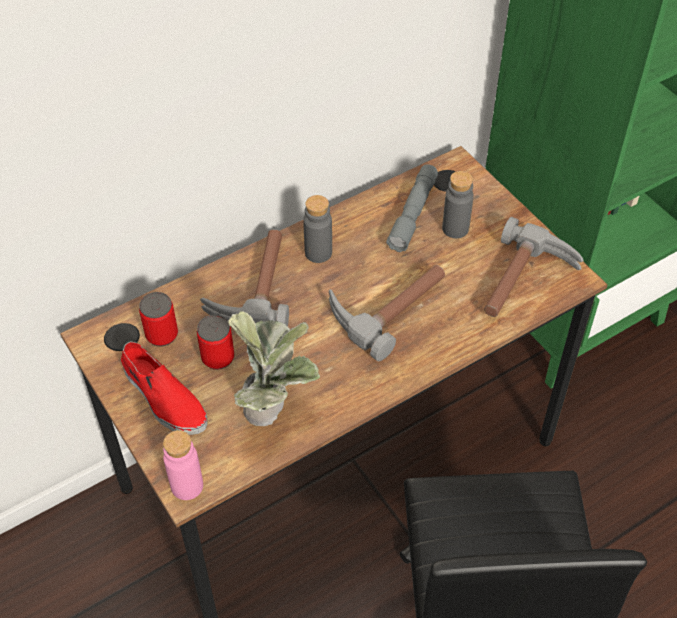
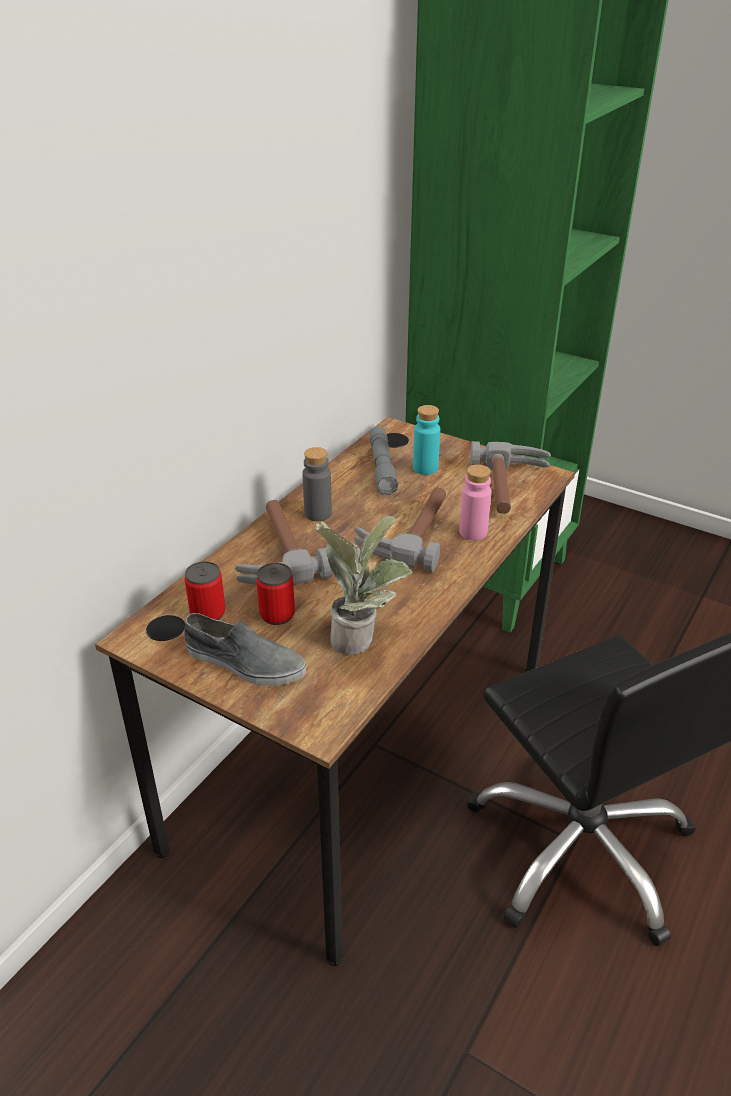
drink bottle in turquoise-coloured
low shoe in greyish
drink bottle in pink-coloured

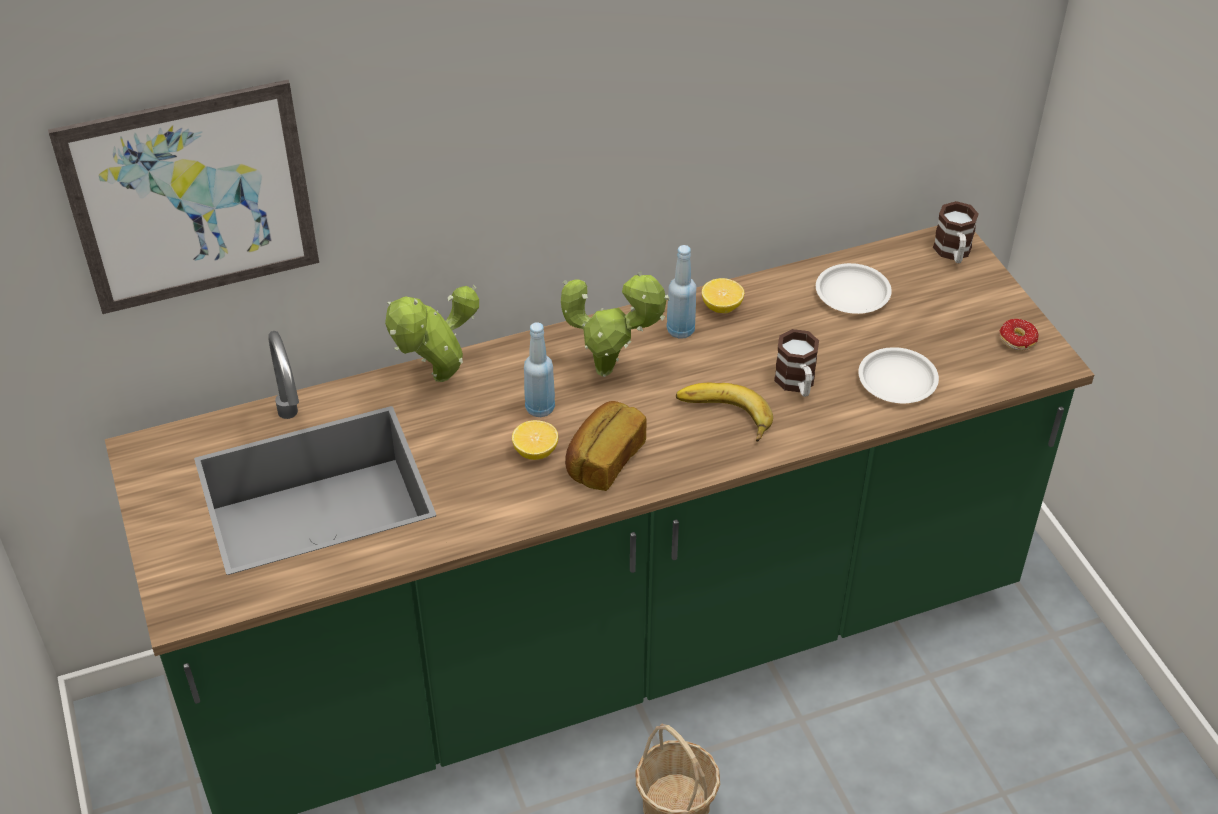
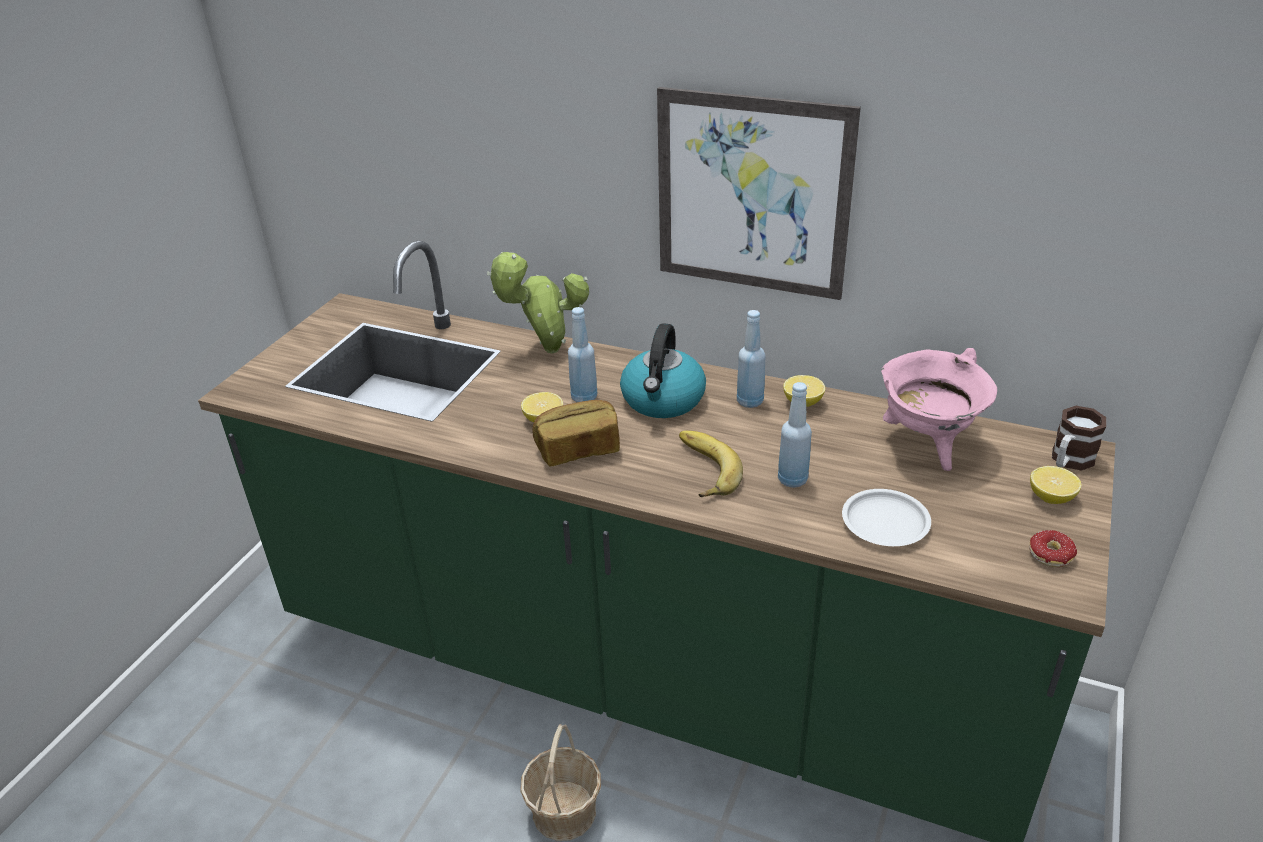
wall picture
saucepot in pink-coloured
tea kettle
drink bottle in blue-coloured (no. 3 from left)
whole lemon (no. 3 from left)

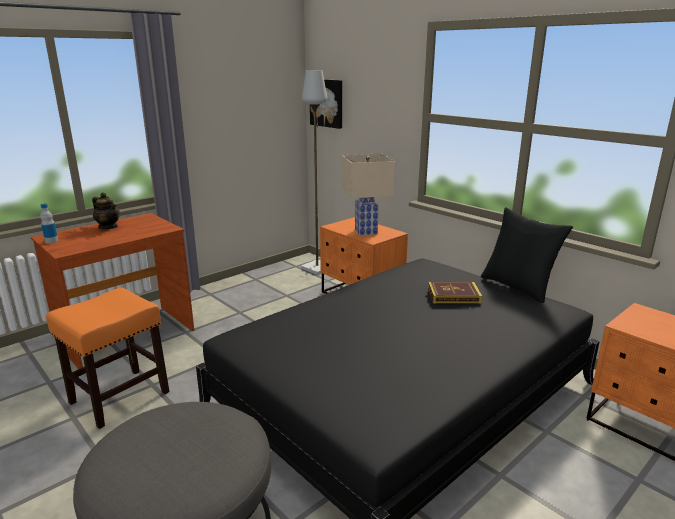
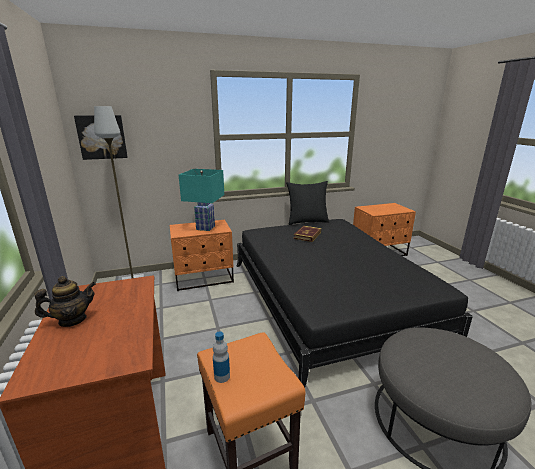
tabletop lamp in turquoise-coloured
drink bottle

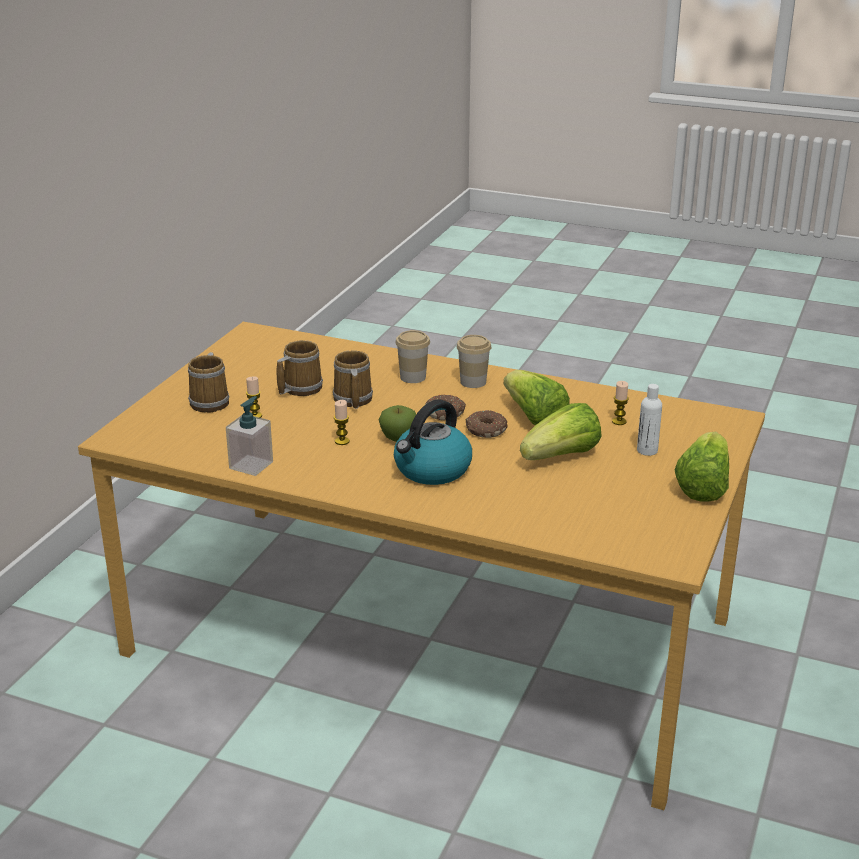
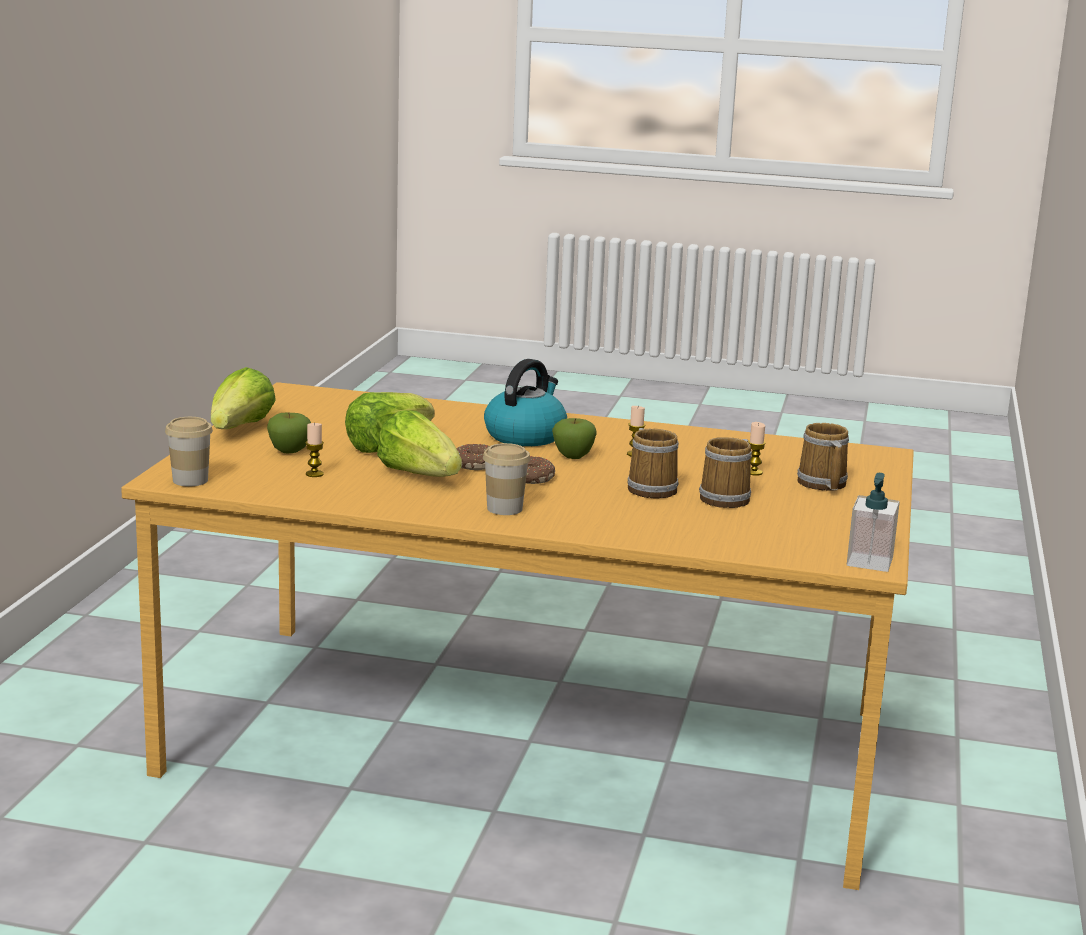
small cup (no. 1 from left)
apple (no. 1 from left)
soap dispenser

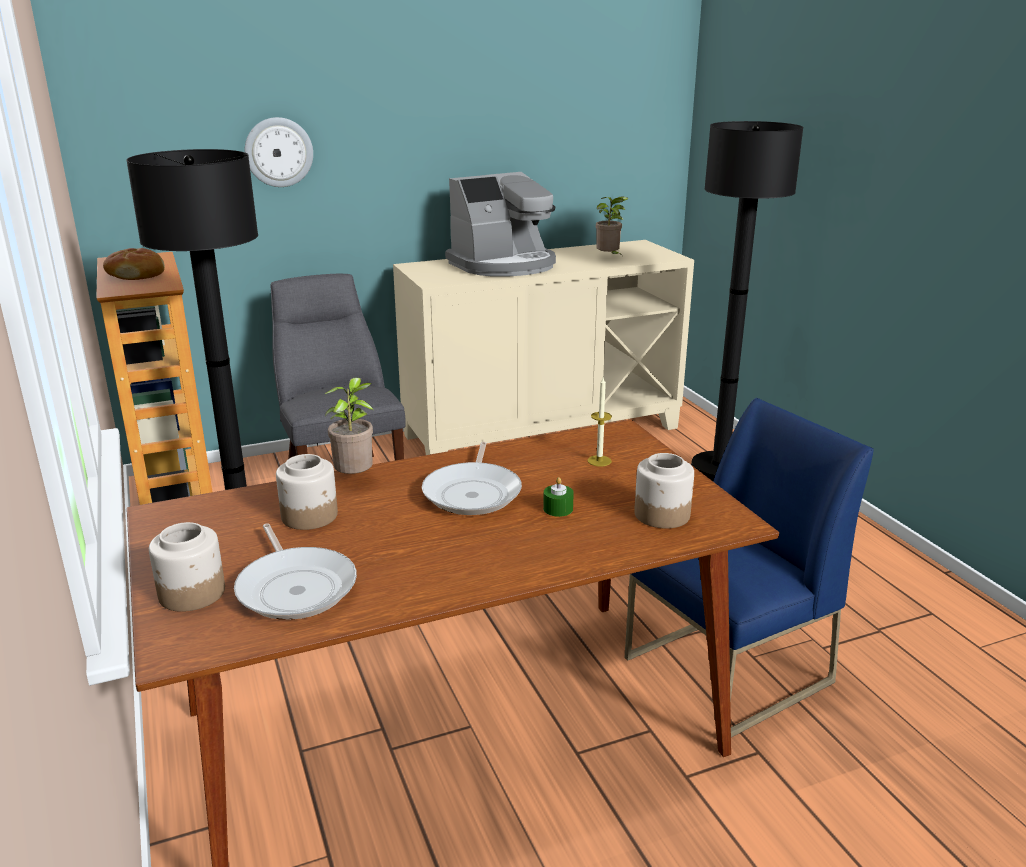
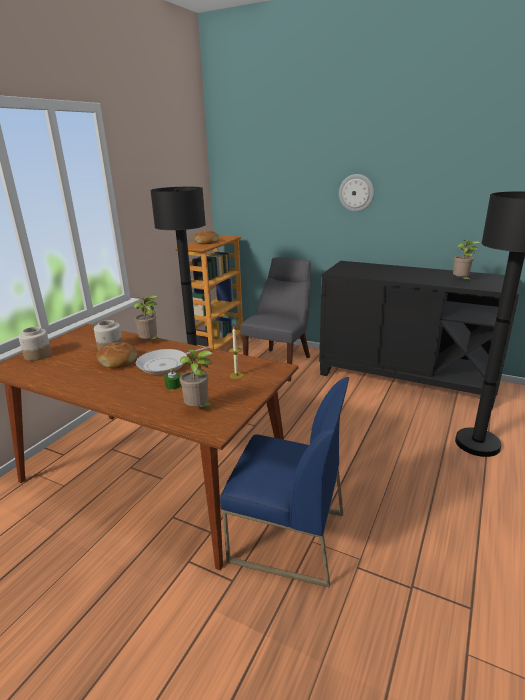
hanging clock
coffee maker
cabinet in blackish
plant in a pot (no. 2 from left)
pan (no. 1 from left in the first image)
bakery bread (no. 1 from left)

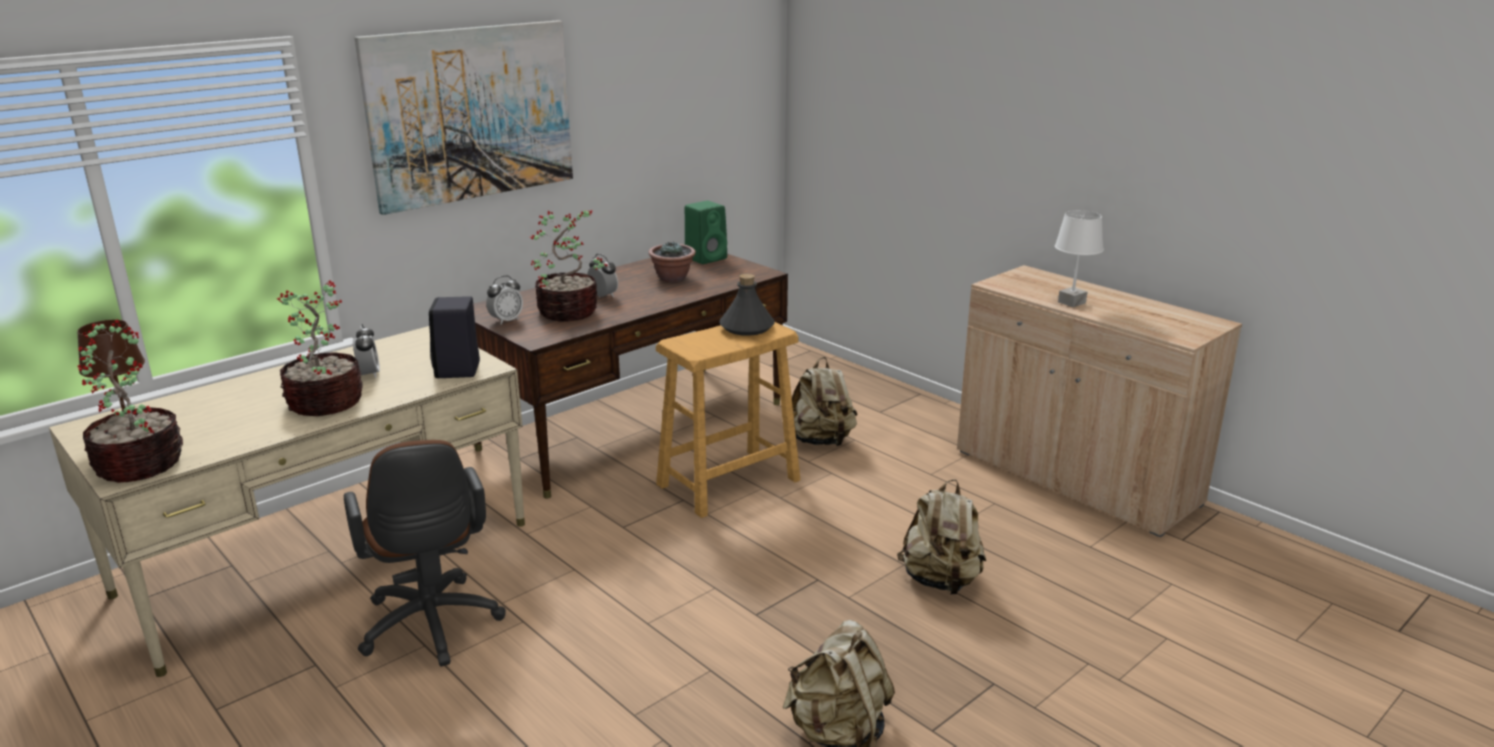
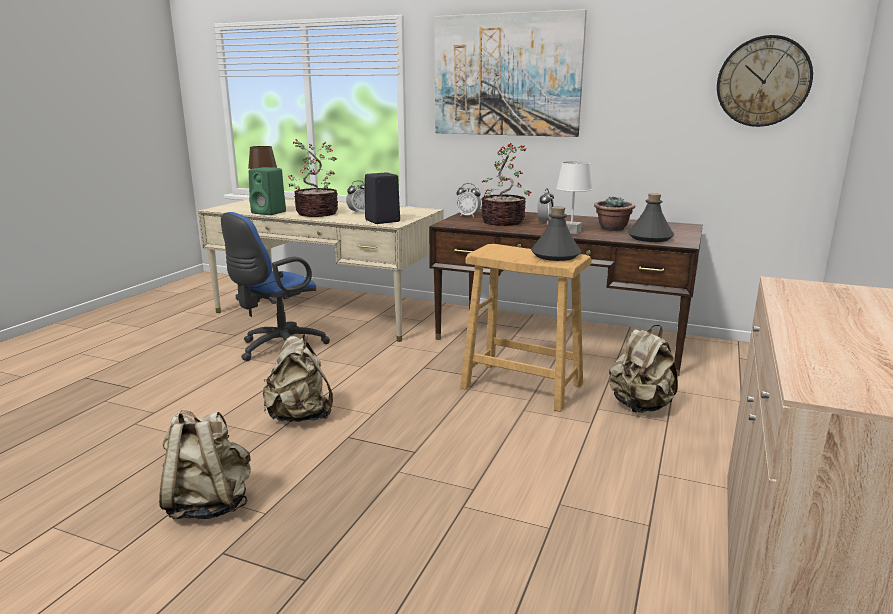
audio speaker in green
tabletop lamp in whitish
plant in a pot (no. 1 from left in the first image)
computer chair in blue-coloured
rucksack in beige (no. 2 from left)
hanging clock
drink bottle in greyish (no. 2 from left)

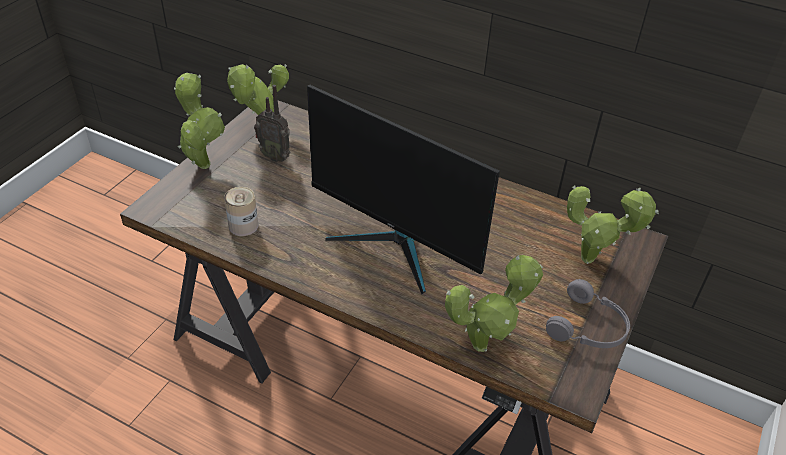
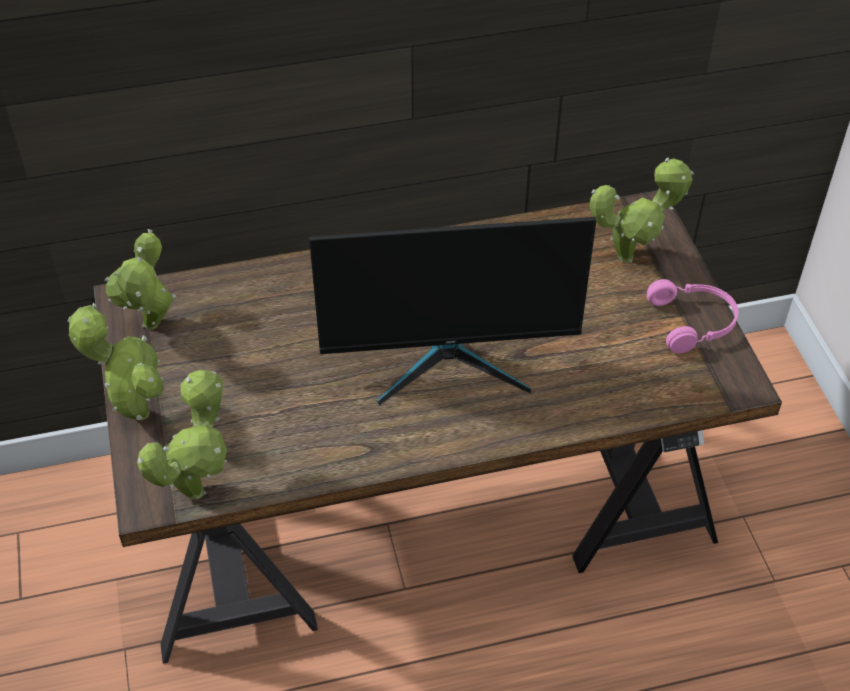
radio receiver
can
plant in a pot (no. 3 from left)
headphones in pink-coloured

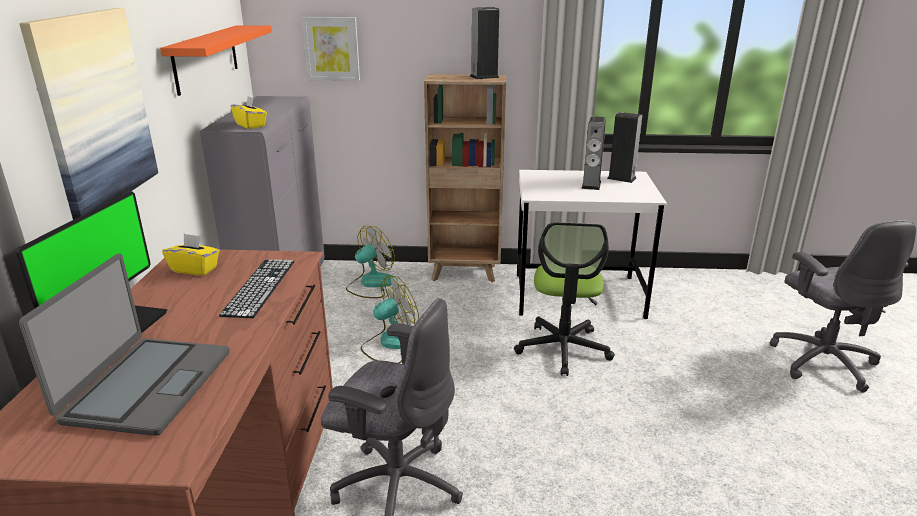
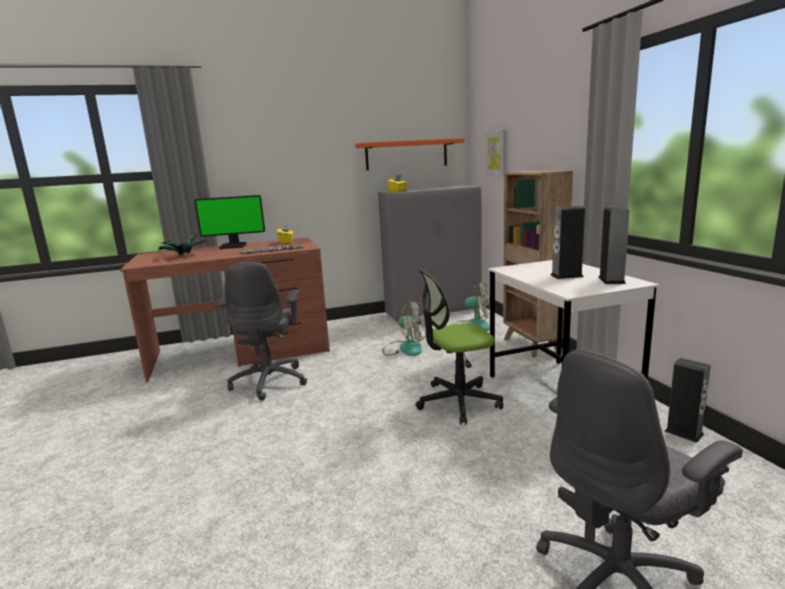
audio speaker (no. 3 from left)
wall picture (no. 1 from left in the first image)
plant in a pot

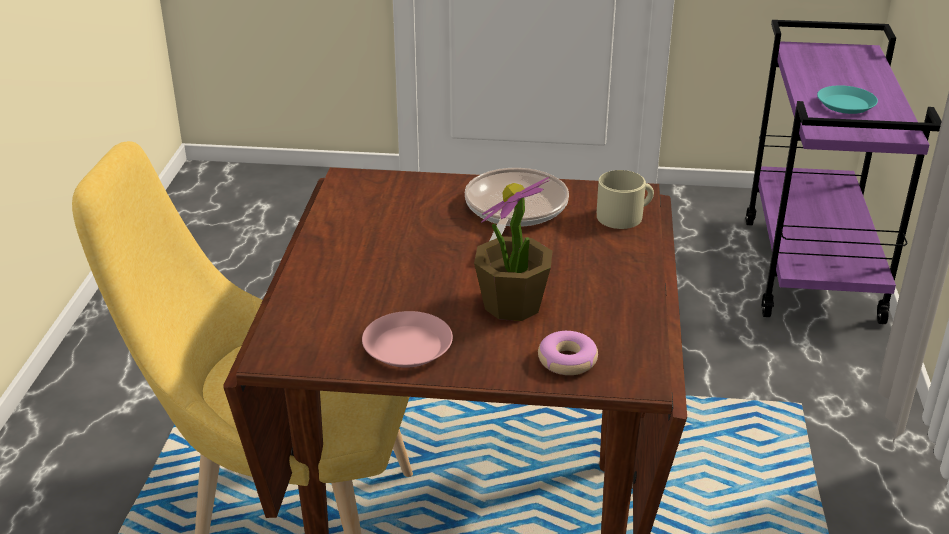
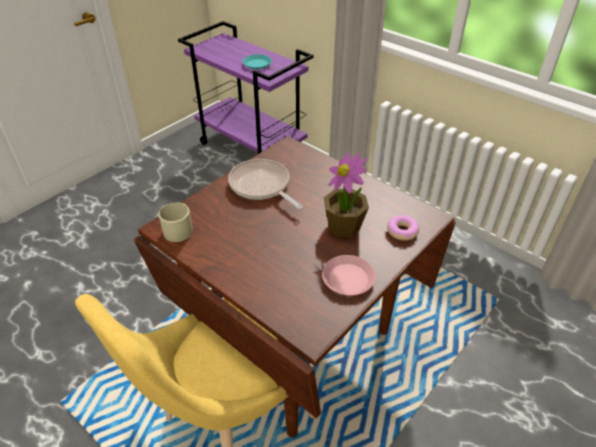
mug in beige

